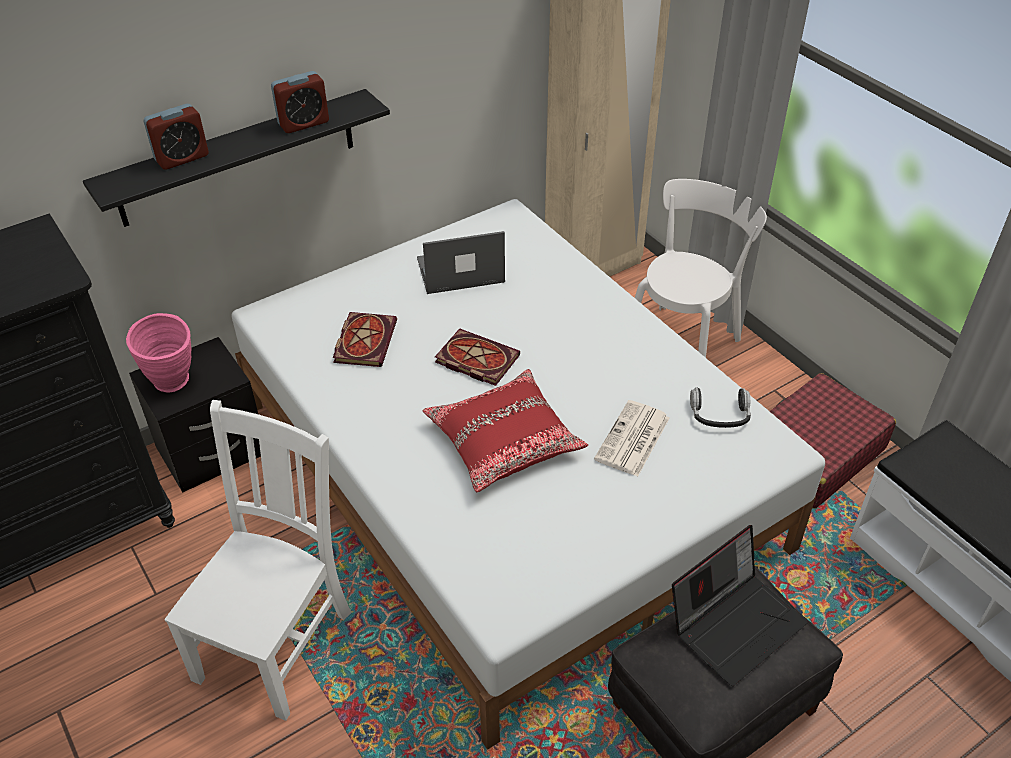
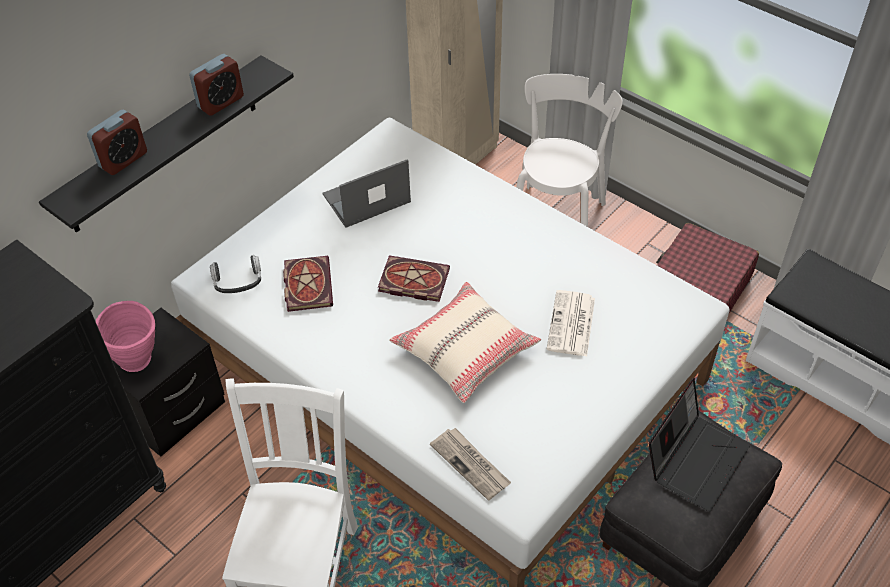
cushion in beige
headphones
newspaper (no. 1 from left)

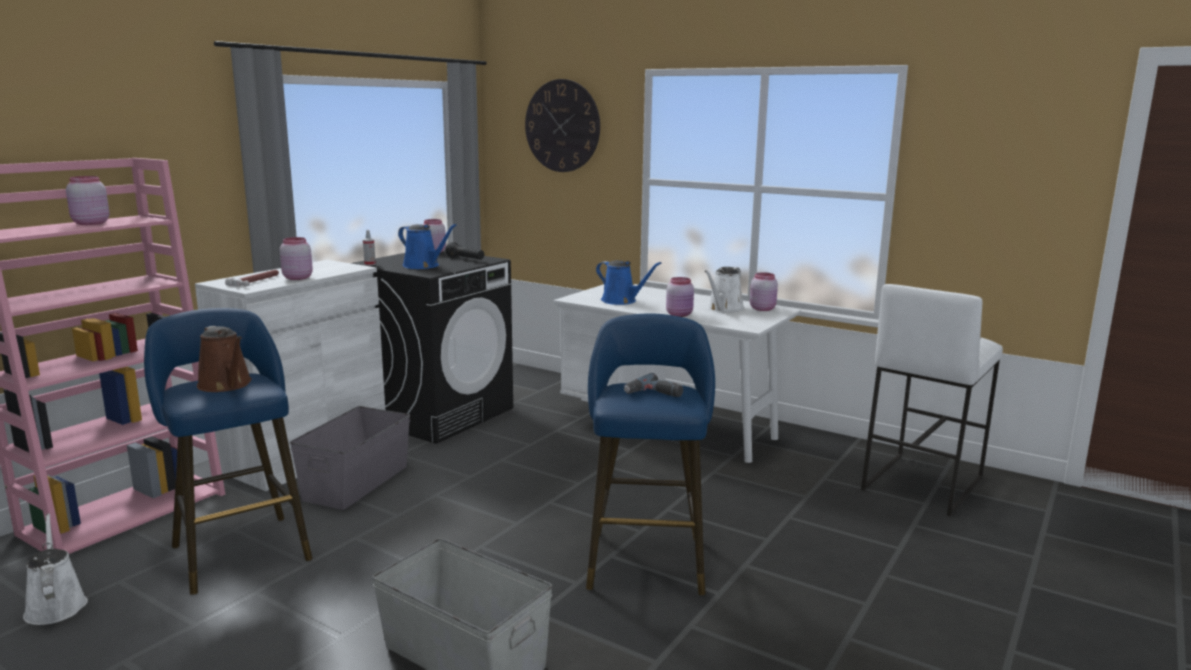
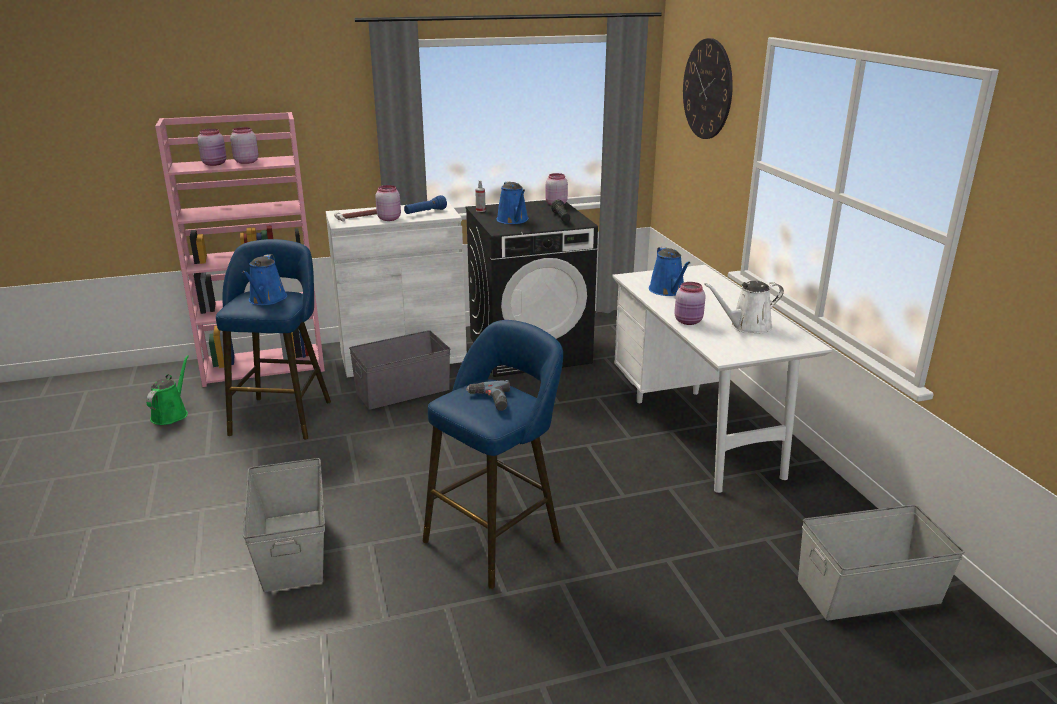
jar in pink-coloured (no. 1 from left)
storage bin in greyish (no. 3 from left)
watering pot in blue-coloured (no. 1 from left)
watering pot in green
torch in blue-coloured

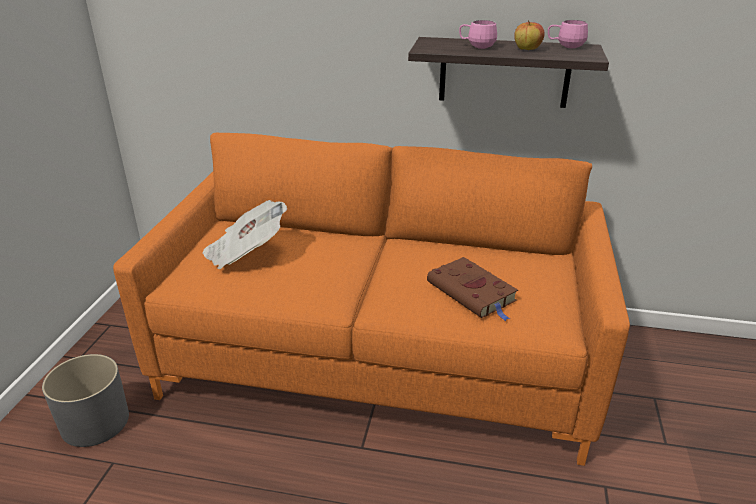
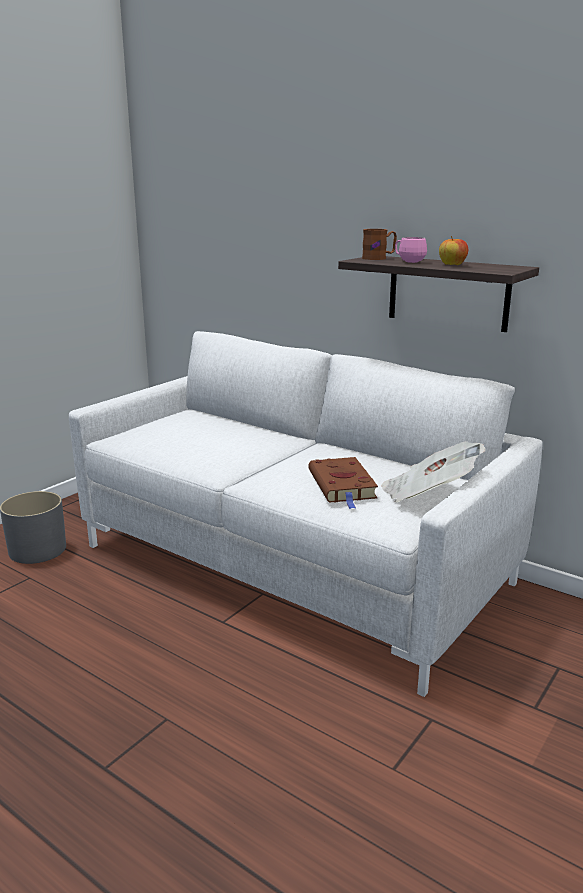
mug in pink-coloured (no. 2 from left in the first image)
settee in whitish
newspaper
mug in brownish

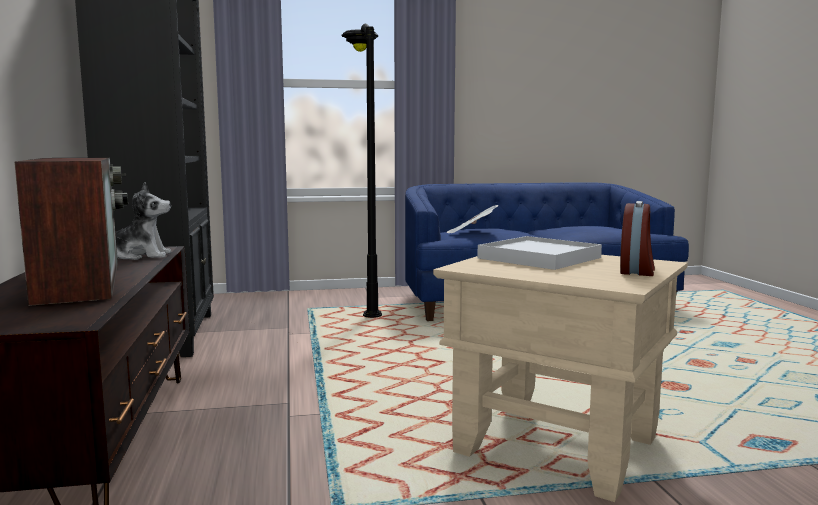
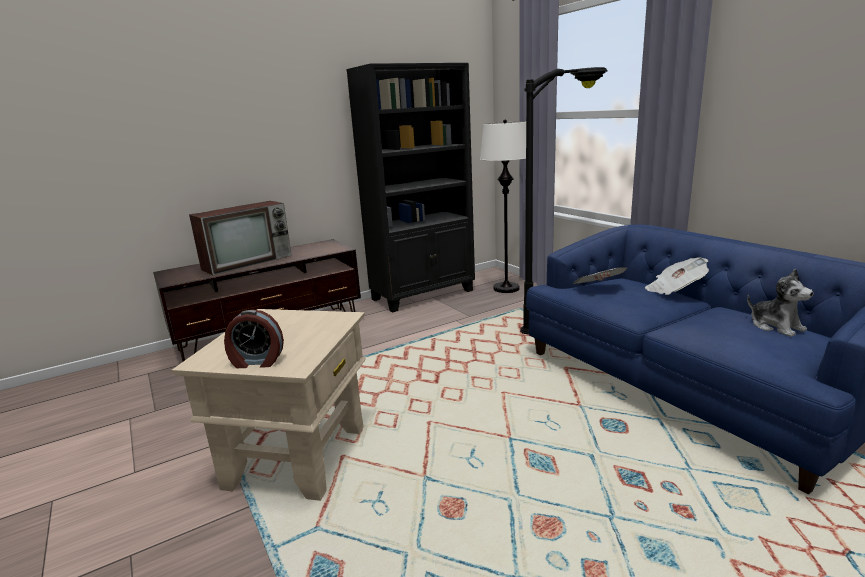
plush toy
tray in whitish
standard lamp in whitish
newspaper (no. 2 from left)

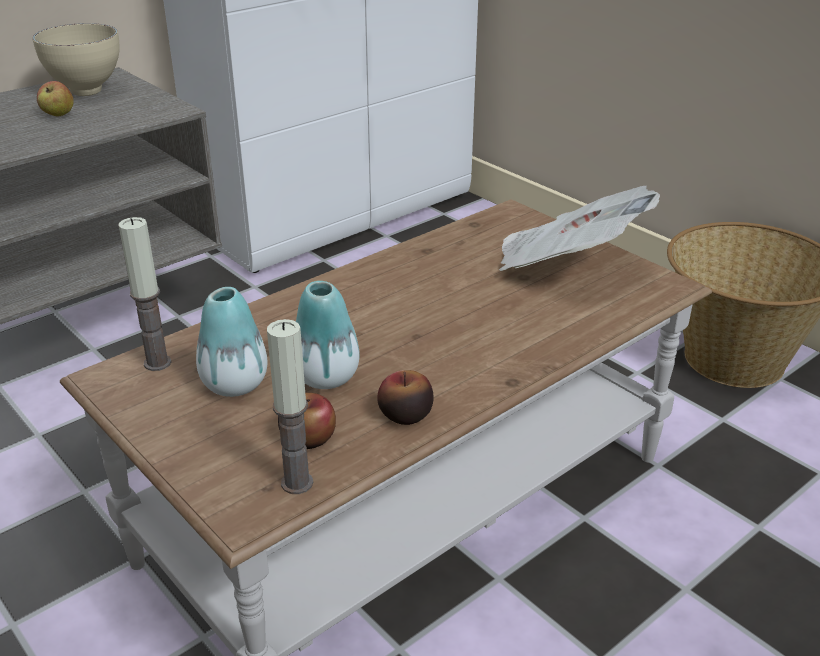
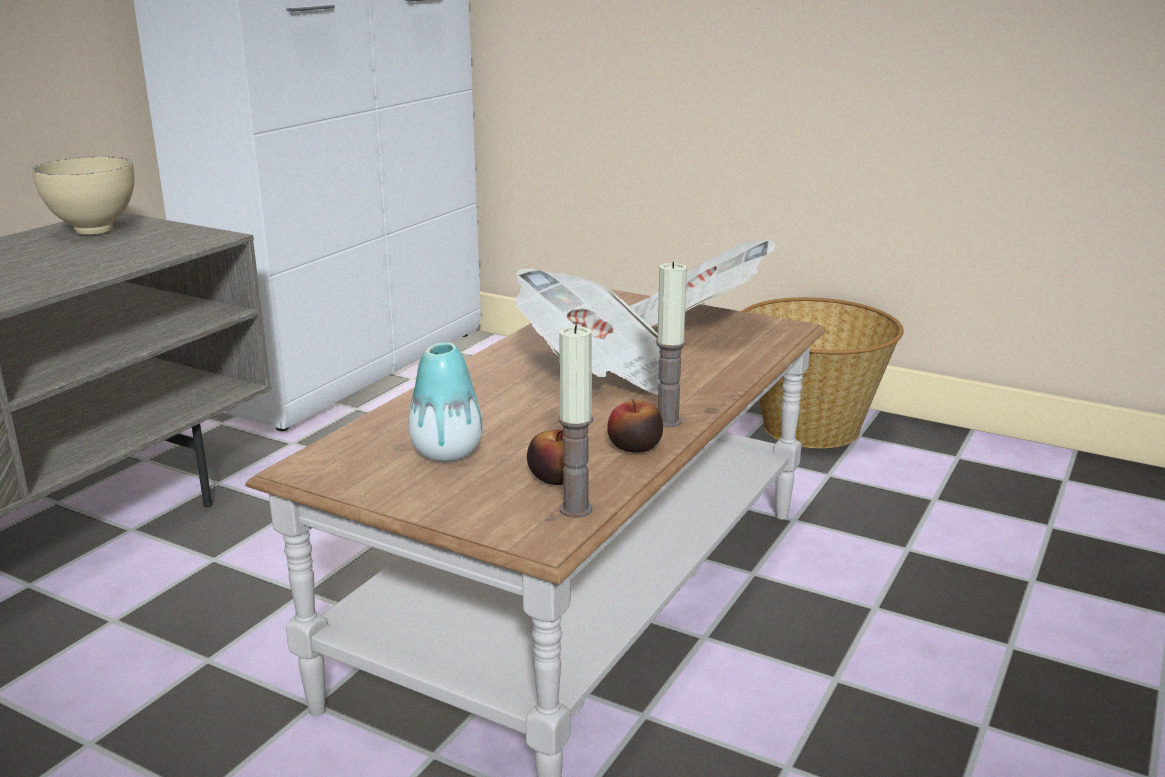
apple (no. 1 from left in the first image)
wax candle (no. 2 from left)
decorative vase (no. 2 from left in the first image)
newspaper (no. 1 from left)

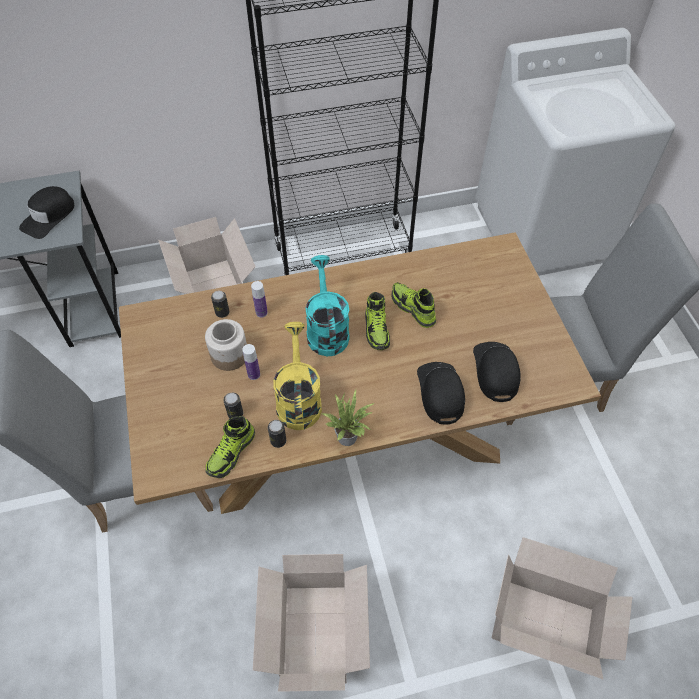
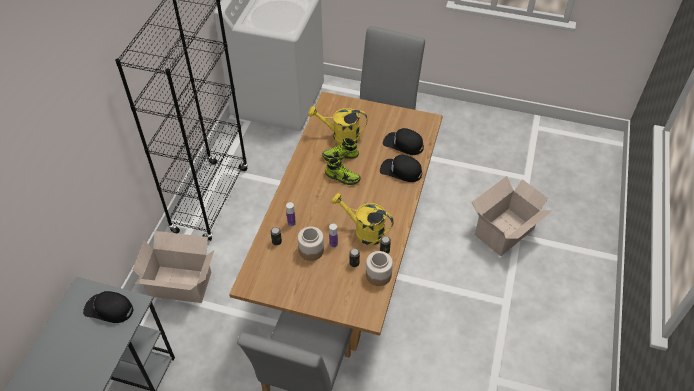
peaked cap in blackish (no. 1 from left)
watering pot in turquoise-coloured
plant in a pot
jar (no. 2 from left)
carton (no. 2 from left in the first image)
watering pot in yellow-coloured (no. 1 from left)

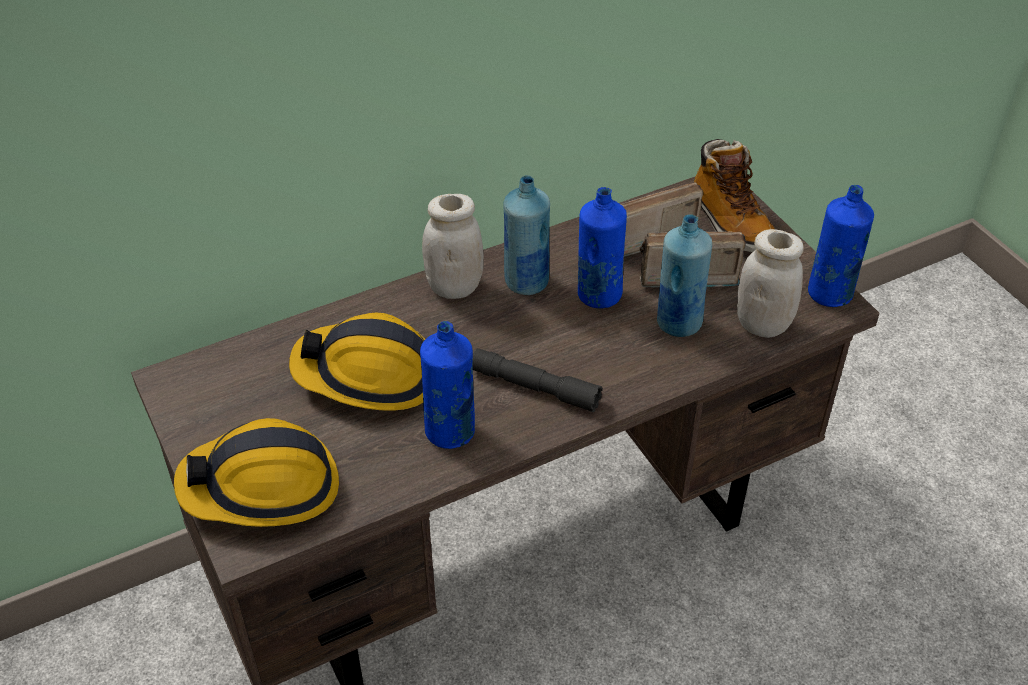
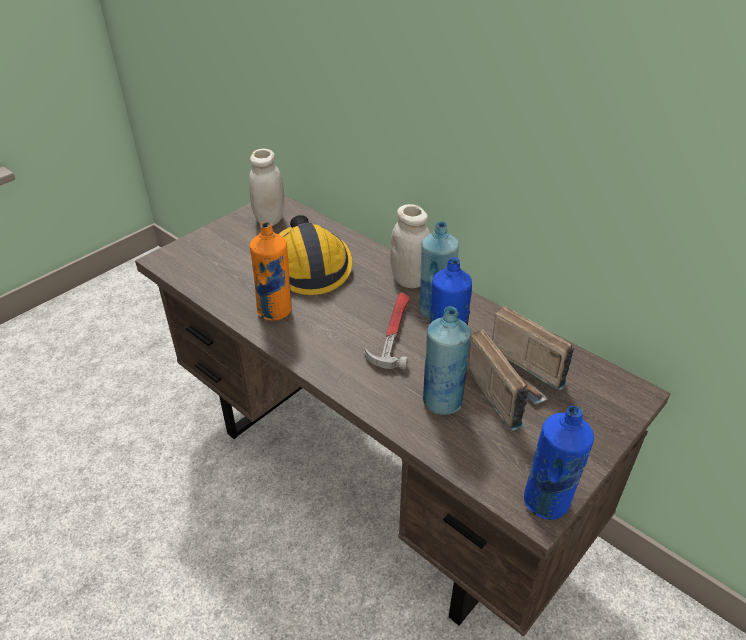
boot
jar in whitish (no. 1 from left)
drink bottle in orange
torch in greyish
safety helmet (no. 1 from left in the first image)
tool hammer

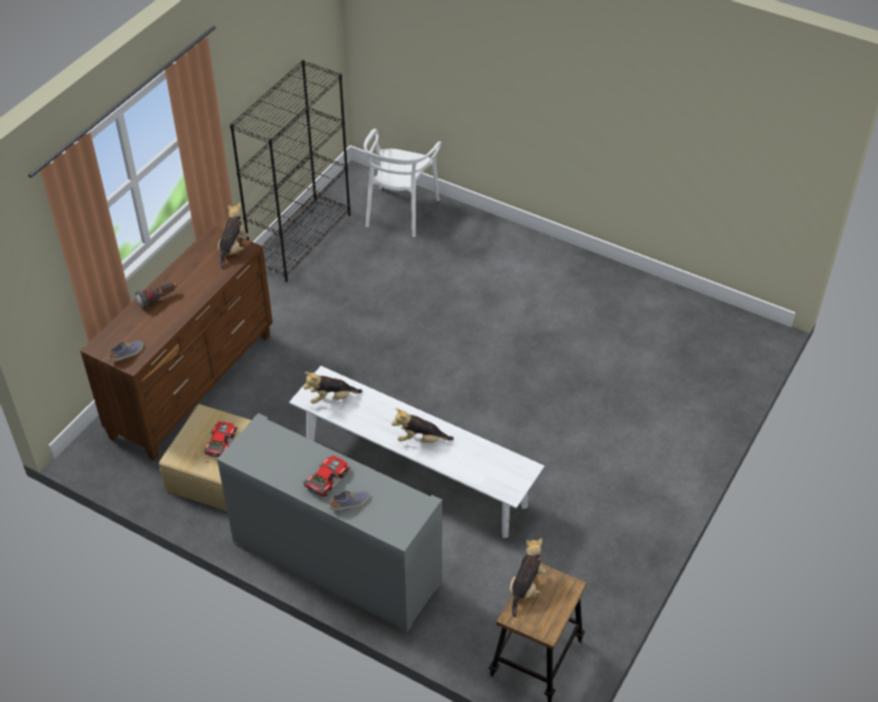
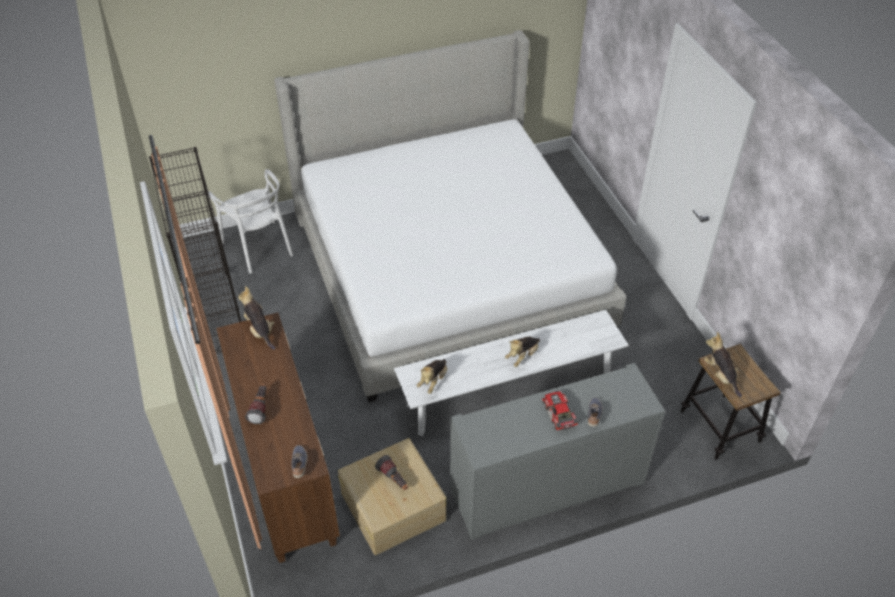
torch (no. 2 from left)
bed

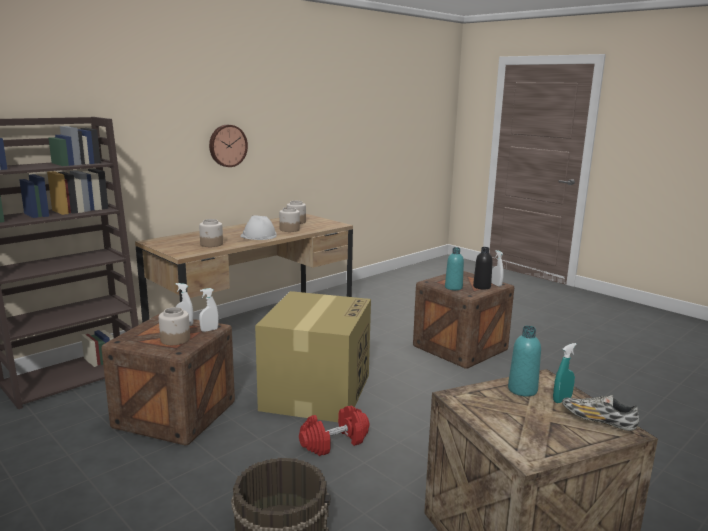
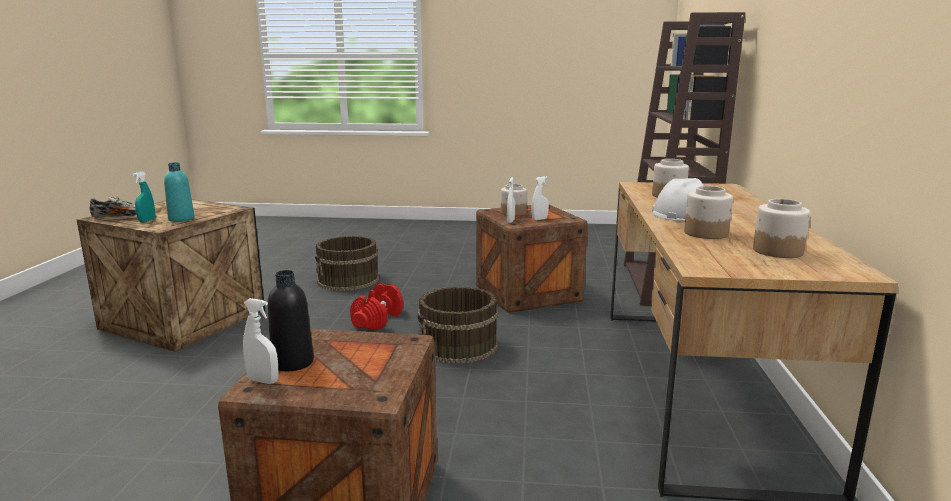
hanging clock
drink bottle in turquoise-coloured (no. 1 from left in the first image)
pail in brownish (no. 2 from left)

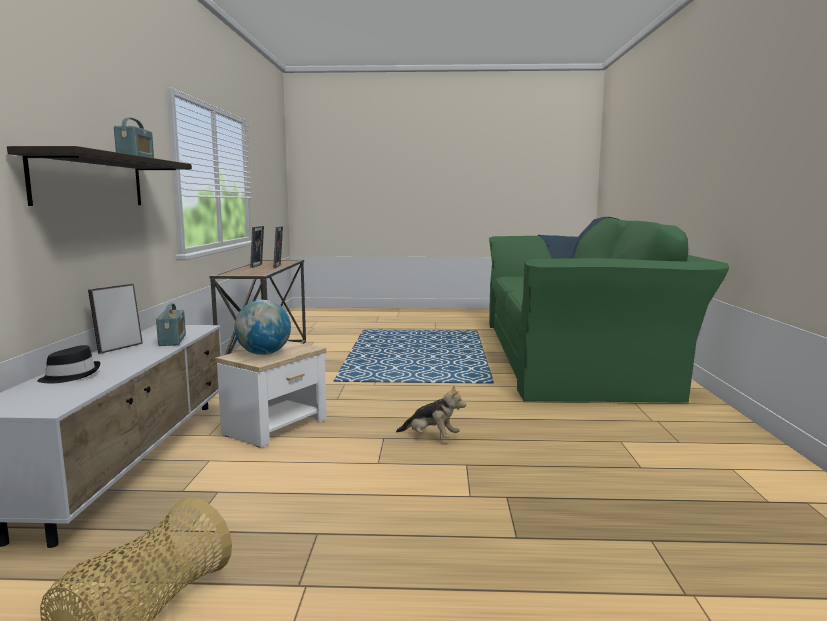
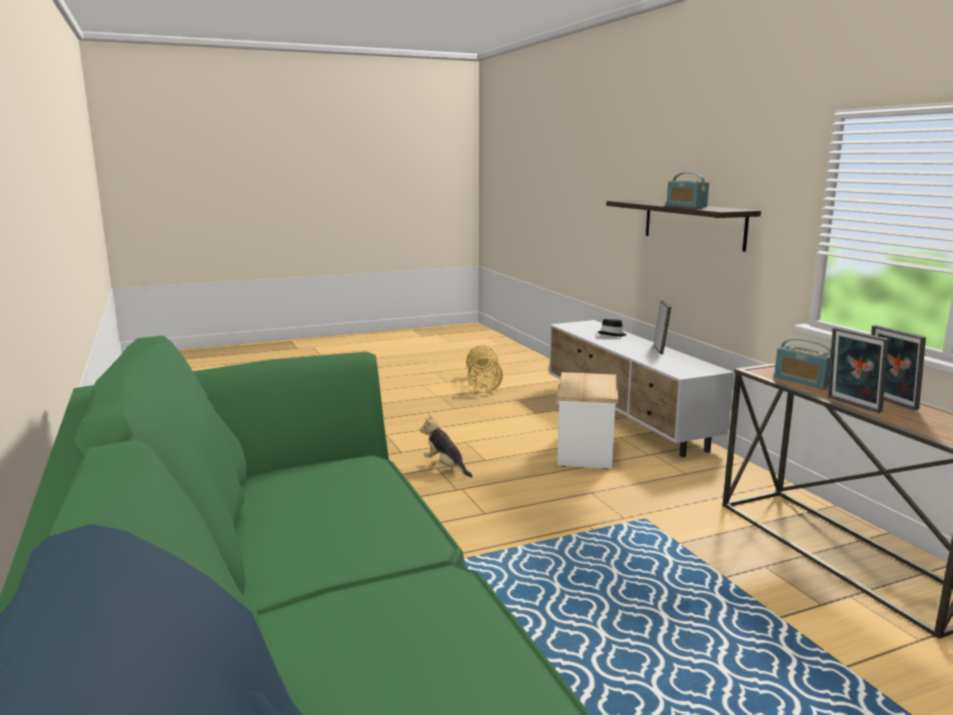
globe
radio receiver (no. 2 from left)
plush toy

